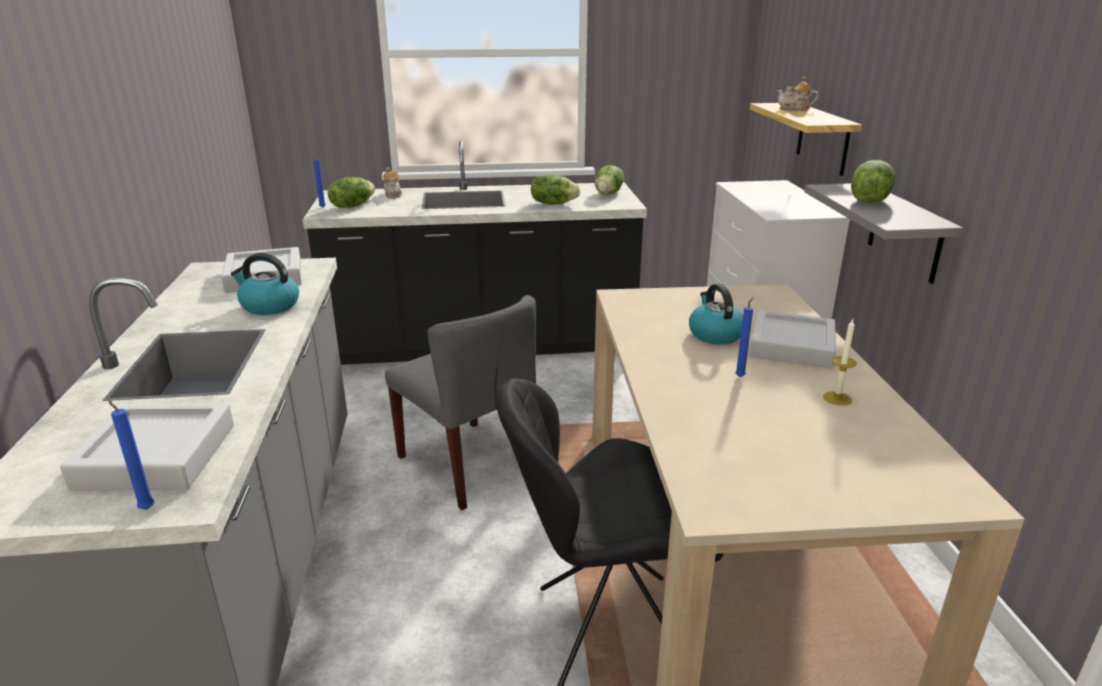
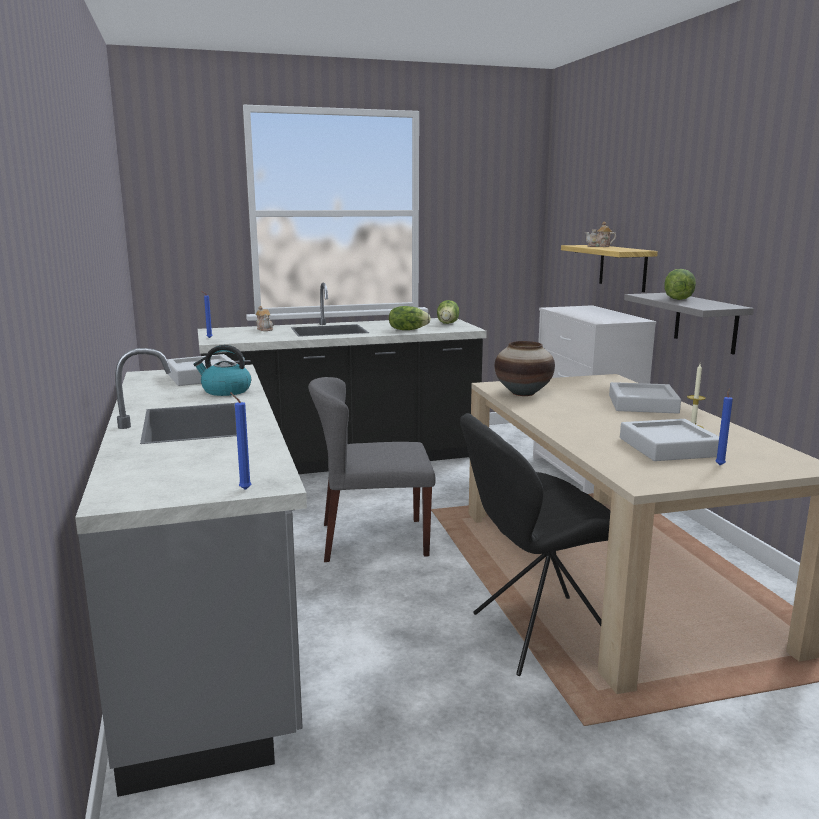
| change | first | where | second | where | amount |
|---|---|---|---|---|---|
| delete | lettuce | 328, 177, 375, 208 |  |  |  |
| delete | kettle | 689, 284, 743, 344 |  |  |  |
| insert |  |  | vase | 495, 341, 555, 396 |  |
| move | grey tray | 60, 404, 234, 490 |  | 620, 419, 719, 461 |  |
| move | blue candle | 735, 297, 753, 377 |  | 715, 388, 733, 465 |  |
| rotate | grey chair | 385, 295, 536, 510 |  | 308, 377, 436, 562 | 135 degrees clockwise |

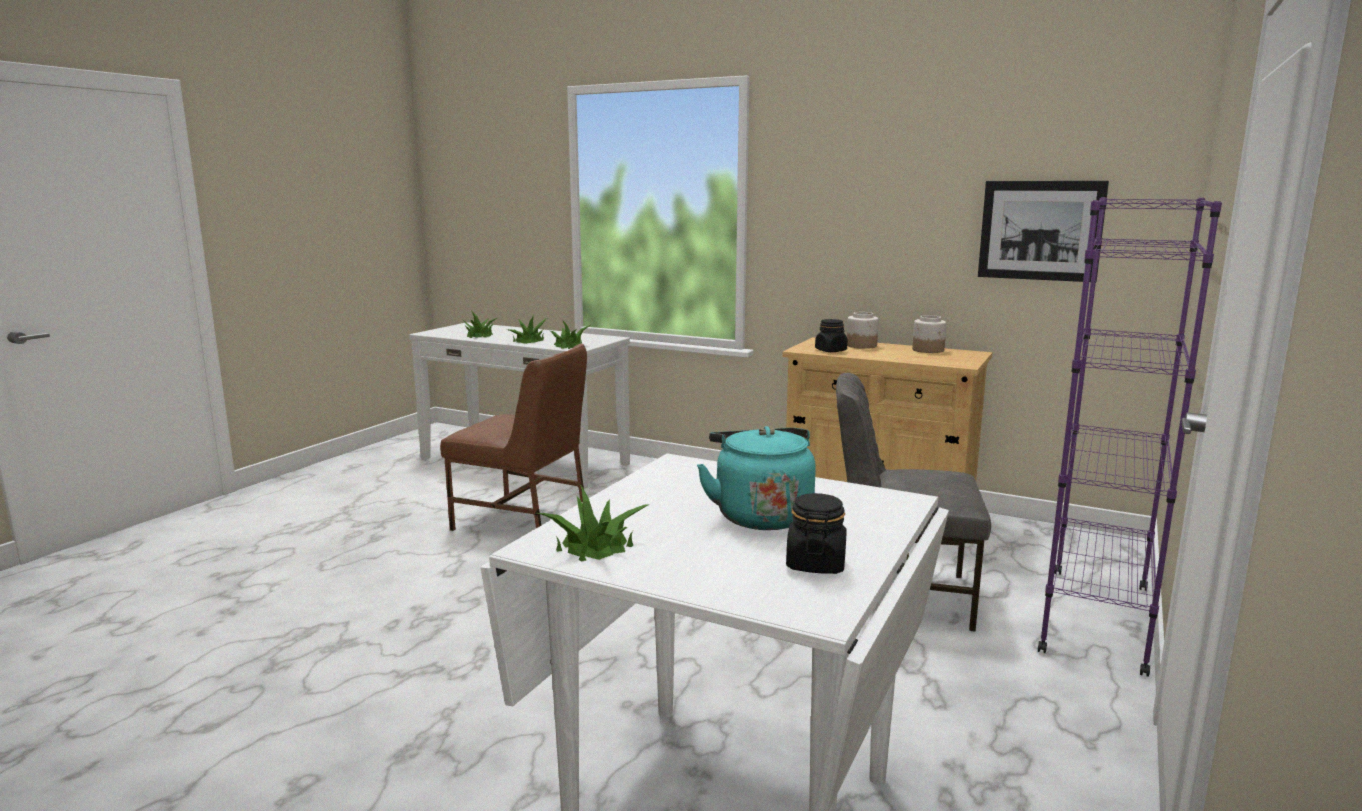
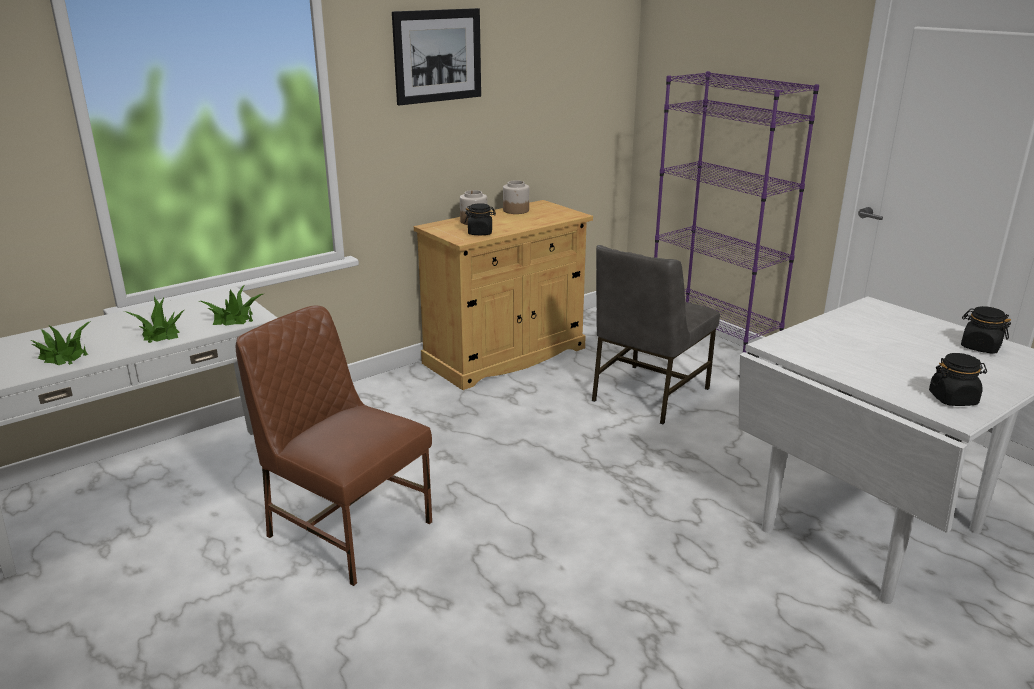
| change | first | where | second | where | amount |
|---|---|---|---|---|---|
| delete | turquoise kettle | 697, 426, 816, 530 |  |  |  |
| move | picture | 978, 181, 1109, 282 |  | 392, 8, 481, 105 |  |
| replace | potted plant | 537, 483, 650, 562 | black jar | 929, 353, 987, 406 |  |
| rotate | brown chair | 440, 344, 587, 531 |  | 236, 306, 432, 586 | 105 degrees counterclockwise |

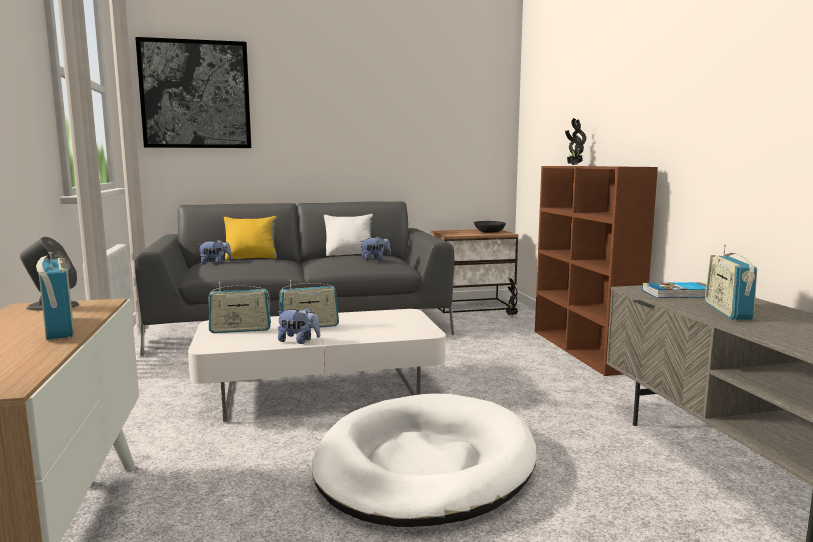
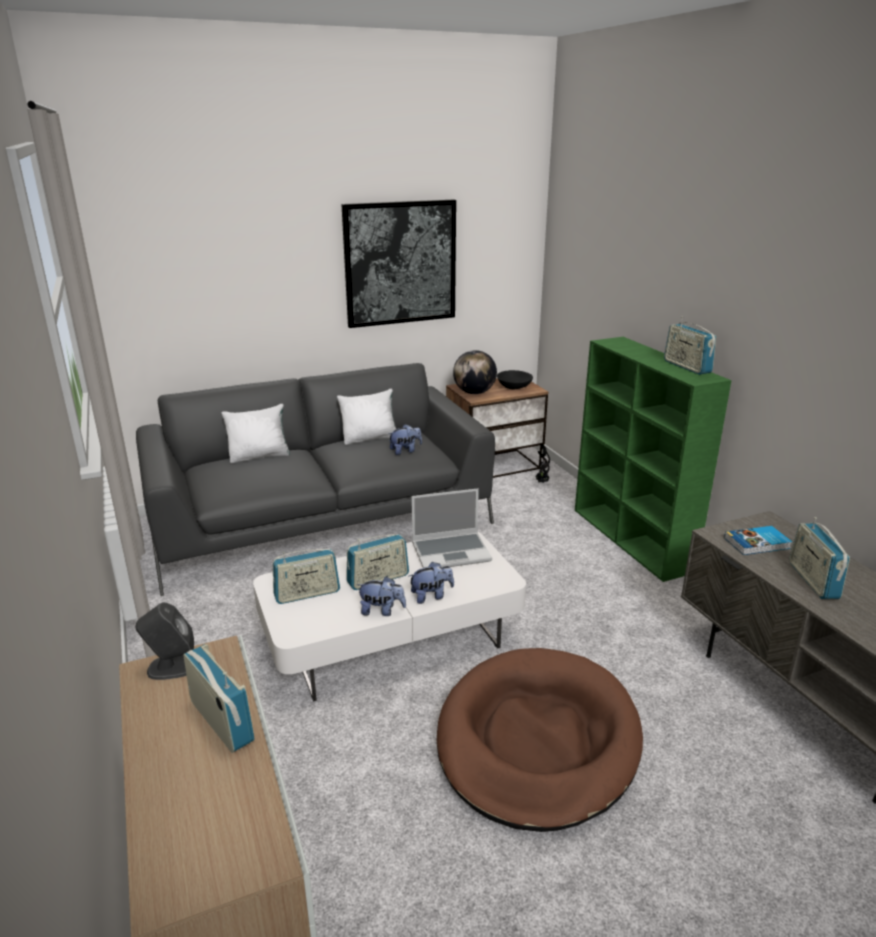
| change | first | where | second | where | amount |
|---|---|---|---|---|---|
| delete | potted plant | 565, 118, 586, 165 |  |  |  |
| insert |  |  | laptop | 412, 488, 492, 568 |  |
| insert |  |  | globe | 453, 350, 497, 394 |  |
| insert |  |  | radio | 664, 316, 716, 375 |  |
| move | picture | 135, 37, 251, 148 |  | 341, 200, 456, 328 |  |
| move | plush toy | 197, 240, 232, 265 |  | 409, 561, 454, 604 |  |
| recolor | yellow pillow | 224, 216, 277, 260 | white pillow | 221, 404, 290, 464 |  |
| recolor | white dog bed | 312, 393, 537, 527 | brown dog bed | 437, 648, 643, 832 |  |
| recolor | brown bookcase | 535, 166, 658, 376 | green bookcase | 575, 337, 732, 582 |  |

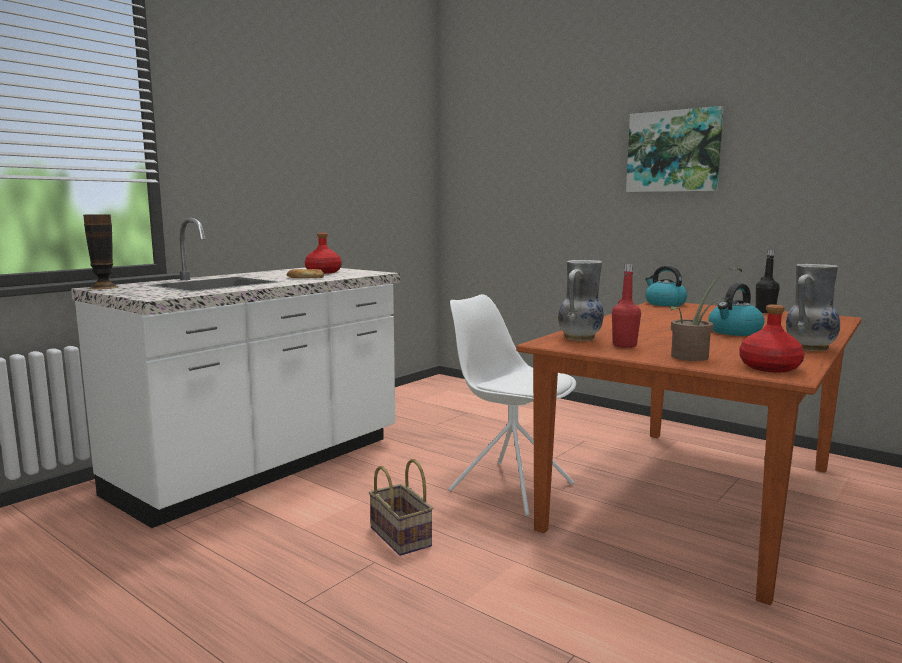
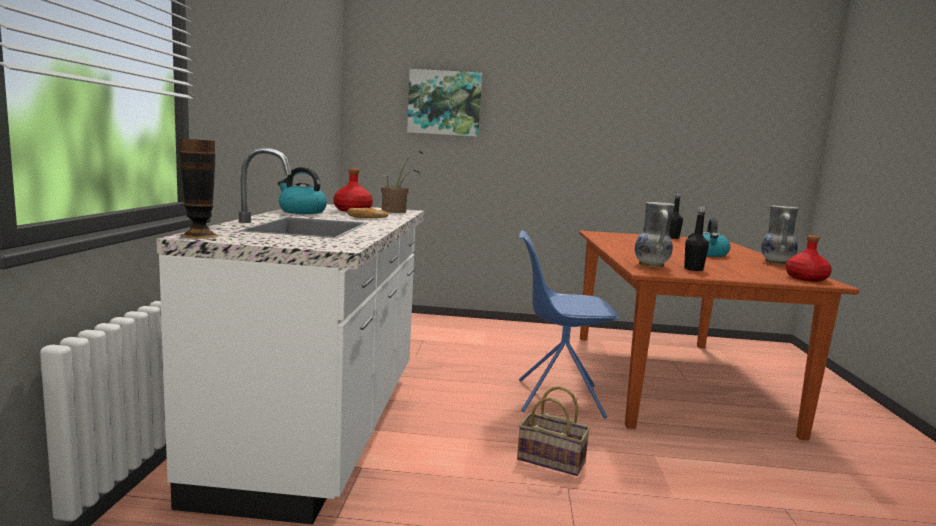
| change | first | where | second | where | amount |
|---|---|---|---|---|---|
| move | picture | 626, 106, 724, 192 |  | 407, 69, 482, 137 |  |
| move | kettle | 645, 266, 687, 306 |  | 278, 167, 327, 214 |  |
| move | potted plant | 671, 268, 742, 361 |  | 381, 151, 422, 213 |  |
| recolor | white chair | 449, 294, 576, 516 | blue chair | 519, 231, 620, 419 |  |
| recolor | red bottle | 612, 264, 641, 348 | black bottle | 684, 206, 709, 271 |  |

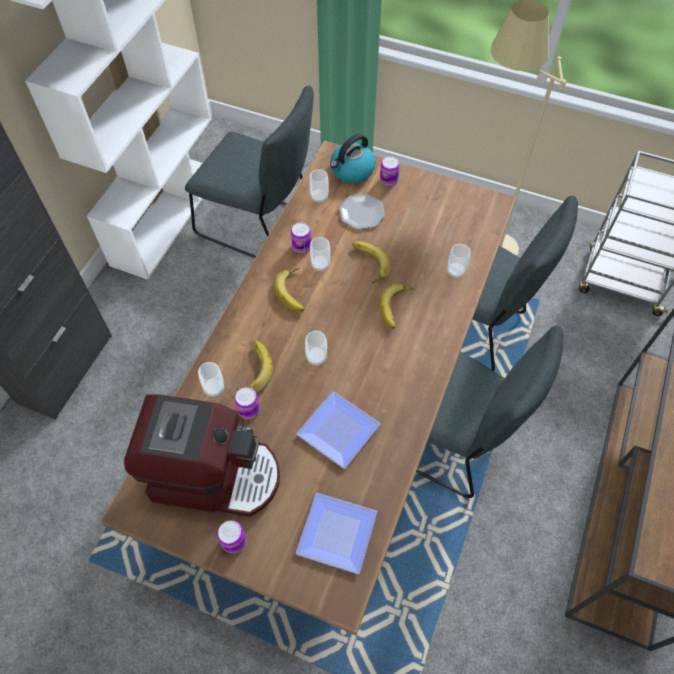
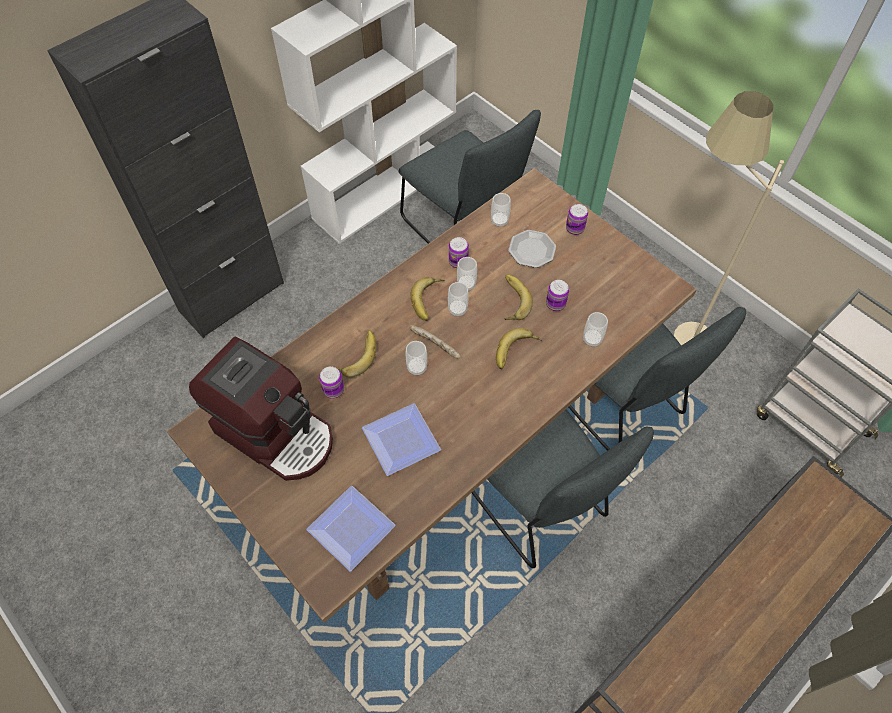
| change | first | where | second | where | amount |
|---|---|---|---|---|---|
| delete | kettle | 330, 133, 376, 183 |  |  |  |
| insert |  |  | bread | 410, 325, 461, 359 |  |
| move | cup | 198, 362, 224, 397 |  | 448, 282, 469, 316 |  |
| move | can | 217, 520, 246, 554 |  | 546, 280, 569, 311 |  |

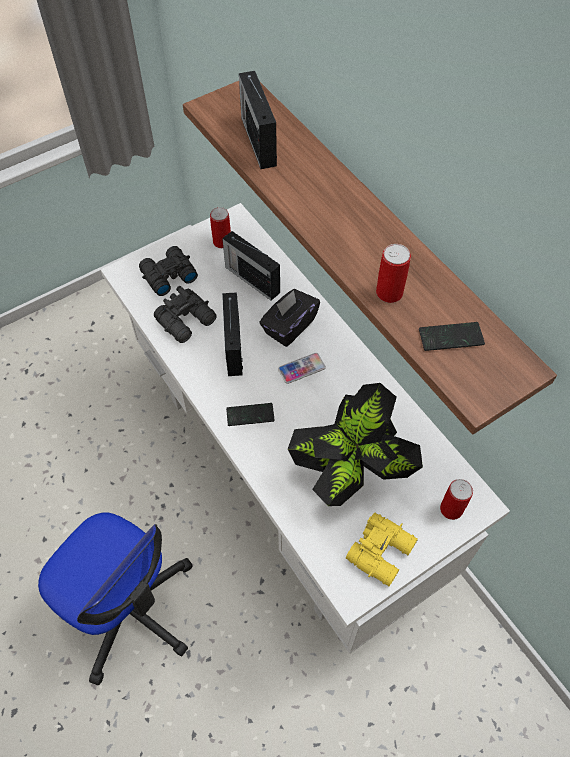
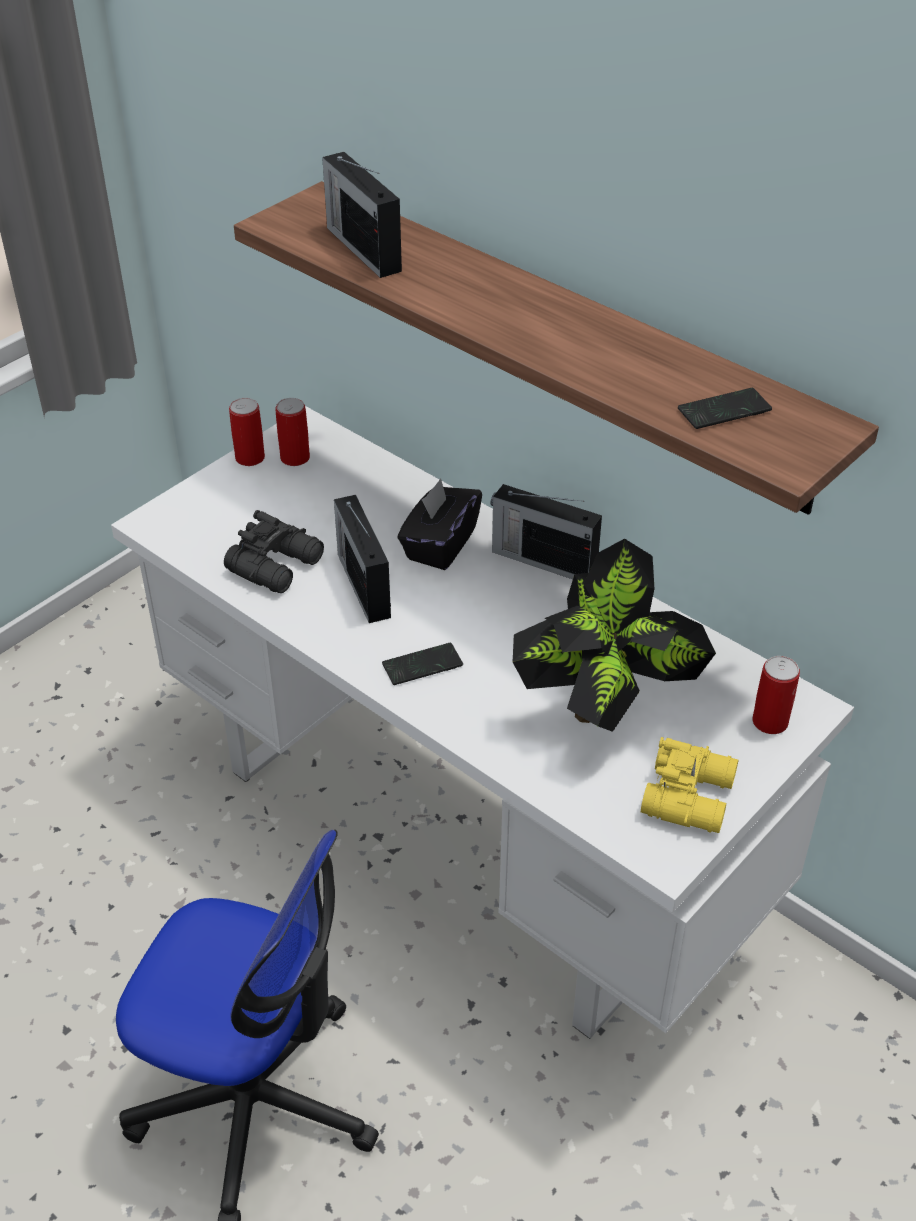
| change | first | where | second | where | amount |
|---|---|---|---|---|---|
| delete | black binoculars | 139, 246, 198, 296 |  |  |  |
| delete | phone | 278, 353, 326, 384 |  |  |  |
| move | radio | 222, 231, 280, 301 |  | 491, 484, 602, 579 |  |
| move | can | 376, 244, 411, 303 |  | 229, 398, 265, 466 |  |

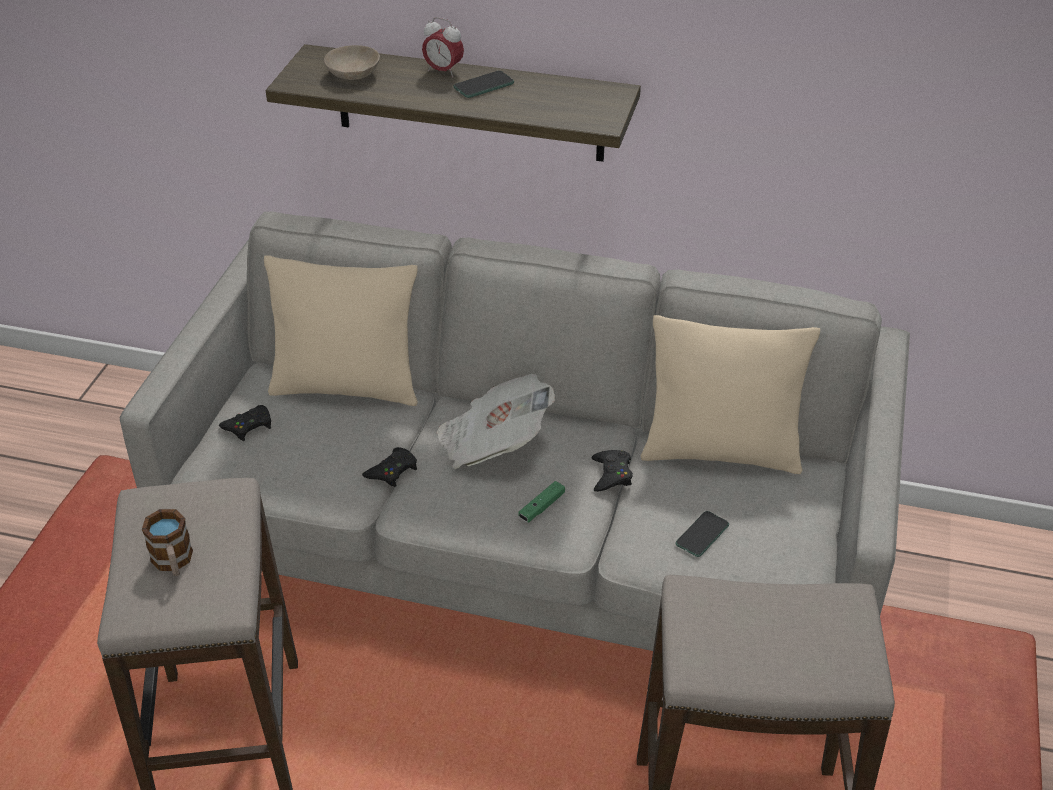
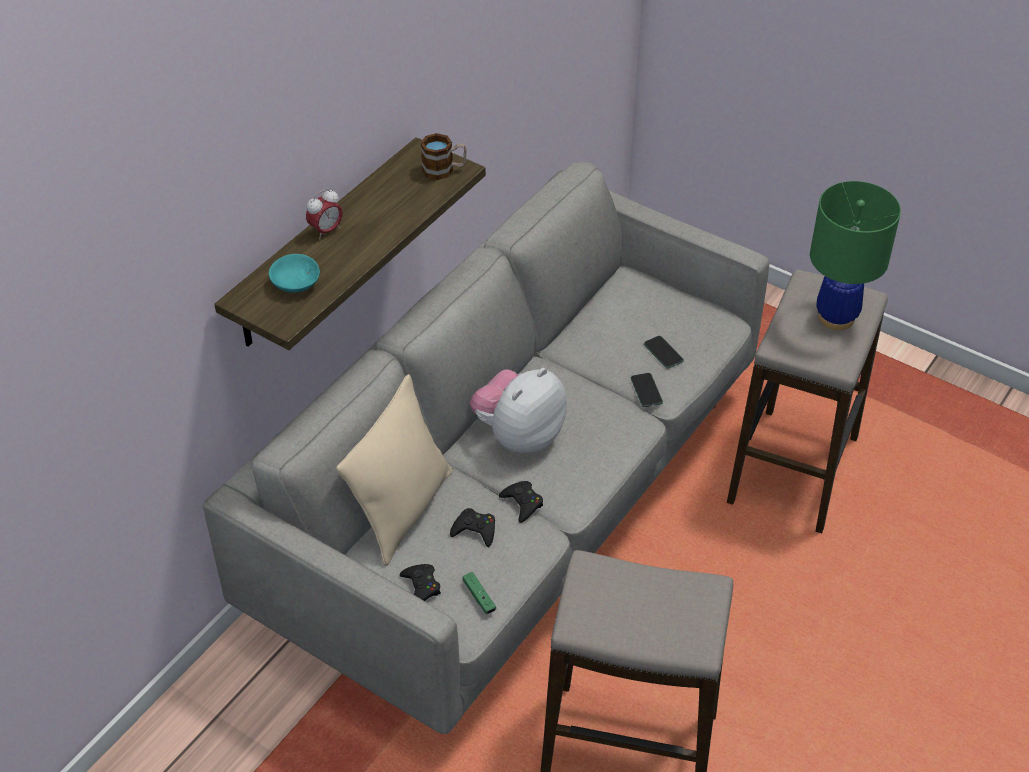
| change | first | where | second | where | amount |
|---|---|---|---|---|---|
| delete | beige pillow | 640, 315, 820, 474 |  |  |  |
| insert |  |  | green table lamp | 810, 181, 901, 330 |  |
| move | mug | 142, 509, 193, 576 |  | 421, 133, 467, 180 |  |
| move | phone | 453, 71, 514, 98 |  | 631, 373, 663, 407 |  |
| move | green game controller | 518, 481, 565, 522 |  | 463, 572, 496, 614 |  |
| move | black game controller | 592, 450, 633, 492 |  | 450, 508, 495, 547 |  |
| replace | newspaper | 437, 374, 555, 469 | plush toy | 470, 368, 567, 453 |  |
| recolor | beige bowl | 324, 45, 380, 80 | turquoise bowl | 269, 254, 320, 293 |  |

